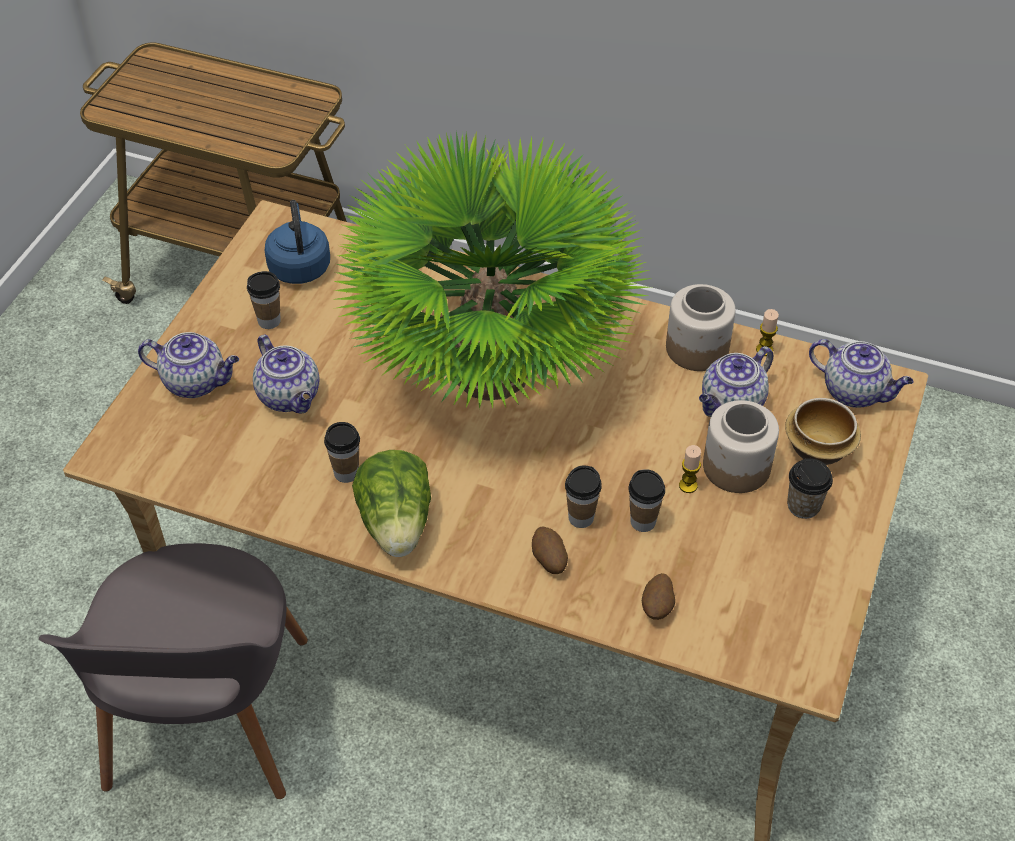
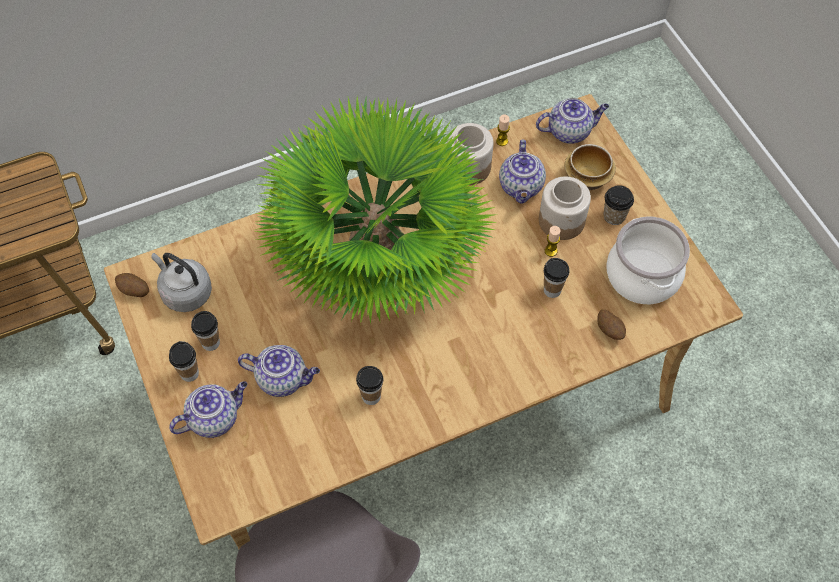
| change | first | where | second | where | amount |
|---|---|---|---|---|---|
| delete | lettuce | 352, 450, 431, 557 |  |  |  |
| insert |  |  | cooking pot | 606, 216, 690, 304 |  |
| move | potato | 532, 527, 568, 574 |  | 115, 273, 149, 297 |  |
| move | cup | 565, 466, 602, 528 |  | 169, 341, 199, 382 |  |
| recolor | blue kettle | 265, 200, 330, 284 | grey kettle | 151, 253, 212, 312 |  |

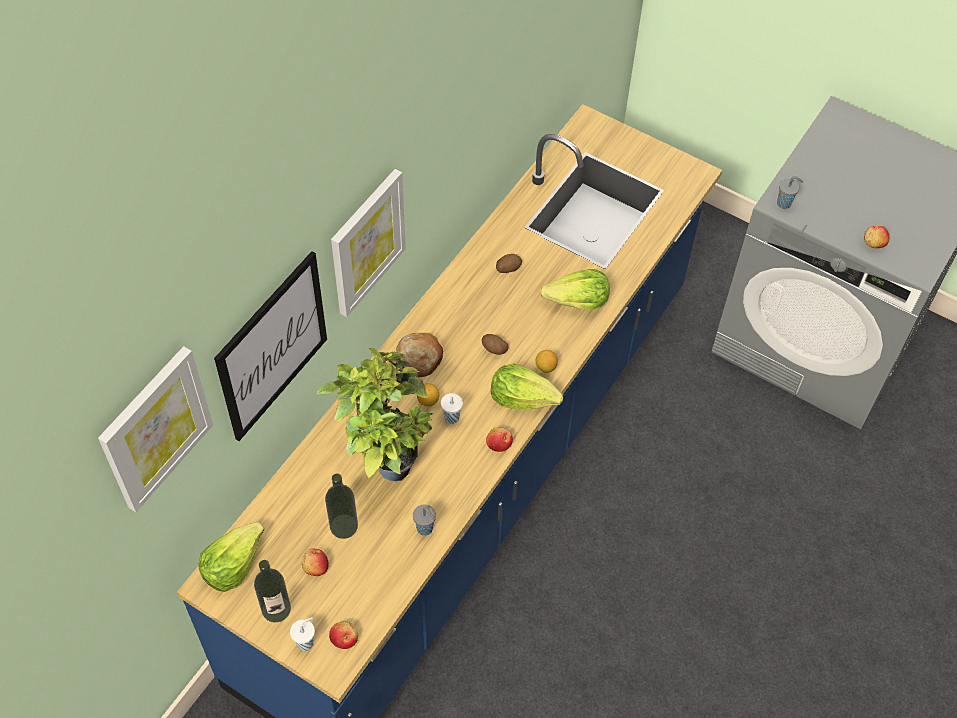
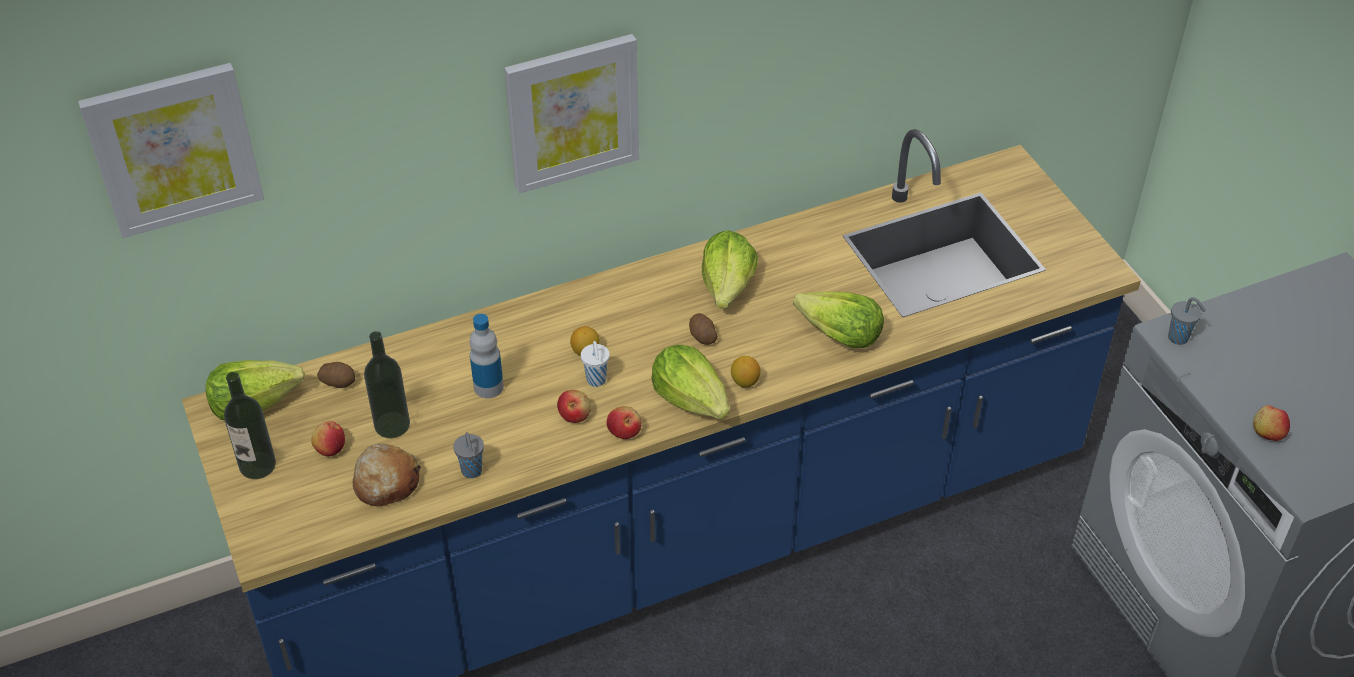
| change | first | where | second | where | amount |
|---|---|---|---|---|---|
| delete | picture | 214, 251, 327, 441 |  |  |  |
| delete | white cup | 290, 617, 315, 651 |  |  |  |
| insert |  |  | lettuce | 702, 230, 758, 309 |  |
| move | apple | 329, 621, 358, 649 |  | 557, 390, 591, 423 |  |
| move | bread | 396, 333, 443, 377 |  | 353, 444, 421, 507 |  |
| move | potato | 496, 254, 522, 273 |  | 317, 362, 355, 388 |  |
| replace | potted plant | 317, 348, 433, 481 | bottle | 469, 314, 504, 398 |  |

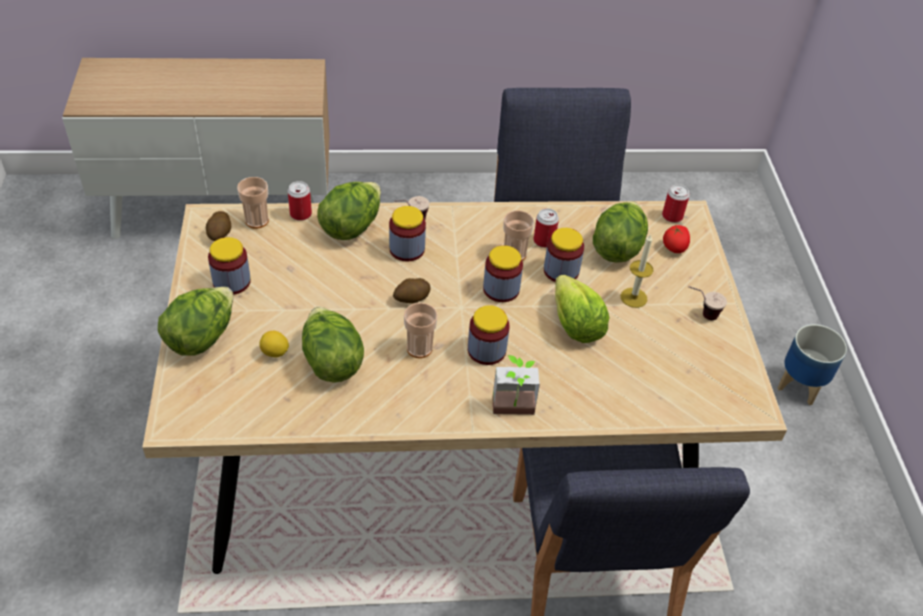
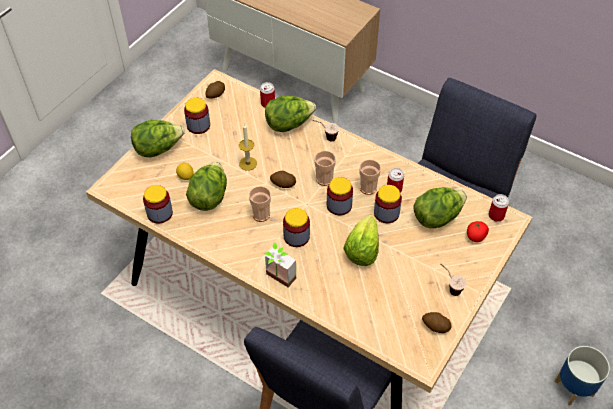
| change | first | where | second | where | amount |
|---|---|---|---|---|---|
| insert |  |  | potato | 422, 312, 452, 333 |  |
| move | cup | 237, 177, 269, 229 |  | 314, 151, 336, 186 |  |
| move | jar | 389, 206, 426, 261 |  | 143, 185, 173, 223 |  |
| move | candle | 621, 234, 653, 308 |  | 239, 123, 257, 171 |  |

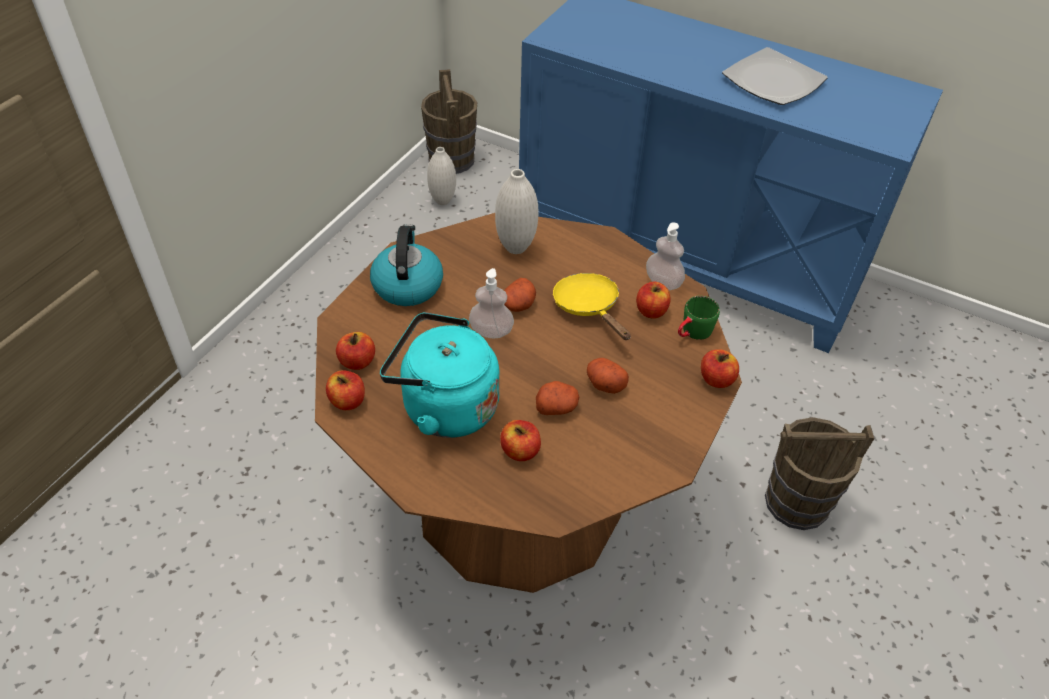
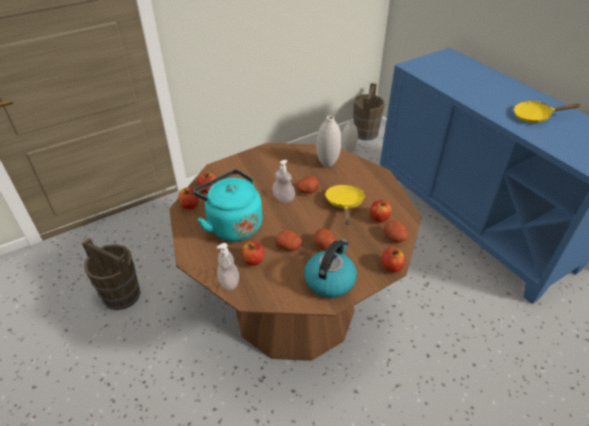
| change | first | where | second | where | amount |
|---|---|---|---|---|---|
| move | kettle | 370, 225, 443, 306 |  | 304, 239, 357, 298 |  |
| move | soap dispenser | 646, 222, 685, 290 |  | 217, 243, 239, 290 |  |
| move | brown bucket | 765, 417, 875, 530 |  | 82, 238, 141, 310 |  |
| replace | green mug | 678, 296, 720, 340 | potato | 384, 220, 408, 243 |  |
| replace | plate | 722, 47, 828, 105 | yellow frying pan | 514, 101, 580, 123 |  |

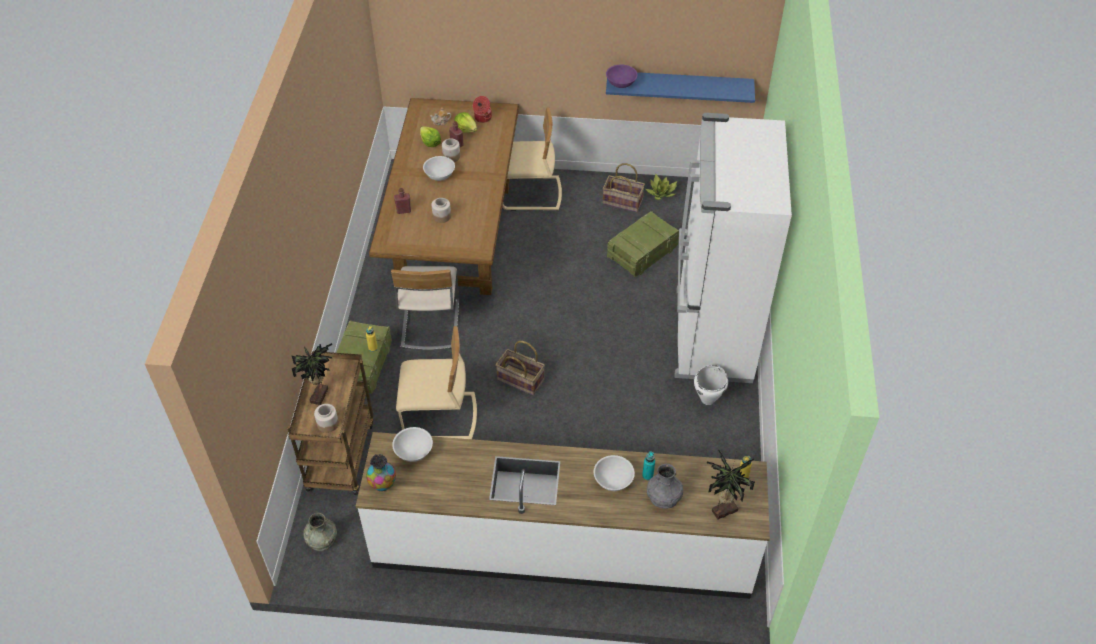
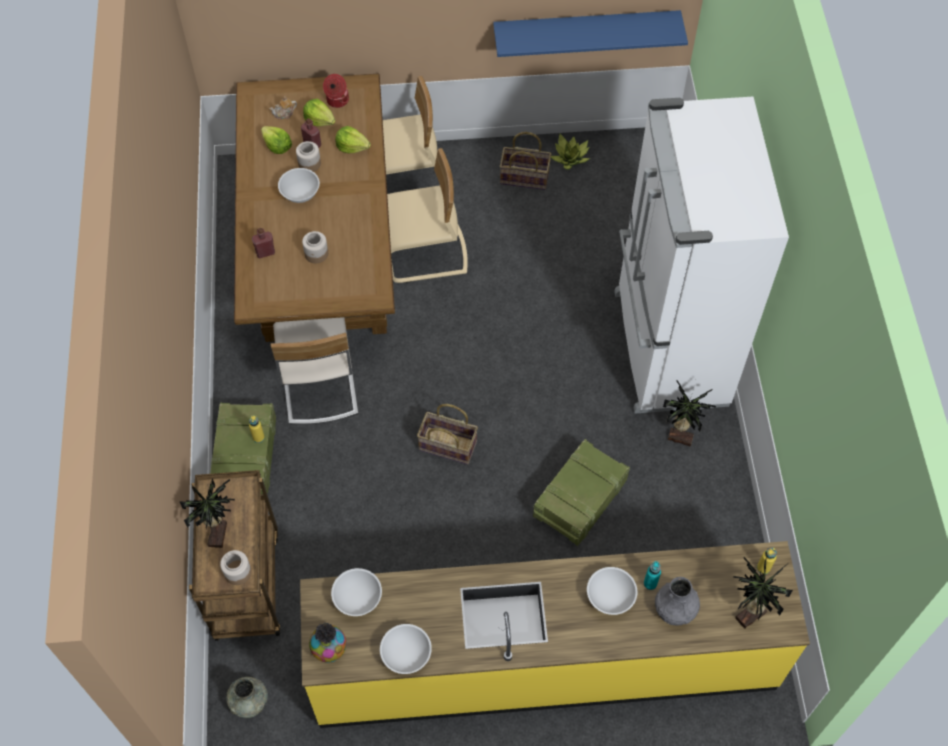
| change | first | where | second | where | amount |
|---|---|---|---|---|---|
| delete | purple bowl | 606, 64, 638, 88 |  |  |  |
| insert |  |  | lettuce | 335, 126, 371, 153 |  |
| insert |  |  | white bowl | 380, 624, 432, 674 |  |
| move | beige chair | 396, 326, 477, 439 |  | 387, 148, 468, 283 |  |
| move | crate | 607, 211, 679, 277 |  | 533, 439, 630, 546 |  |
| replace | white cooking pot | 694, 365, 728, 405 | potted plant | 663, 380, 716, 447 |  |
| recolor | white counter | 356, 432, 770, 599 | yellow counter | 300, 541, 810, 728 |  |

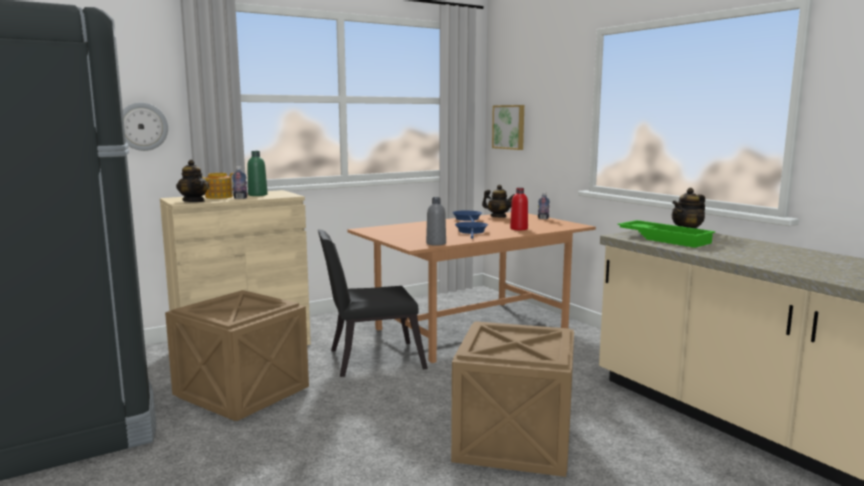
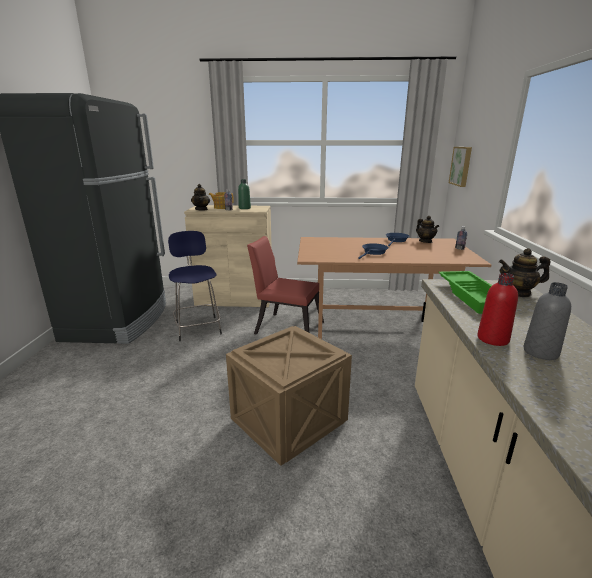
| change | first | where | second | where | amount |
|---|---|---|---|---|---|
| delete | wall clock | 123, 103, 168, 151 |  |  |  |
| move | grey bottle | 426, 197, 446, 246 |  | 524, 282, 571, 360 |  |
| move | red bottle | 510, 188, 528, 230 |  | 477, 273, 518, 346 |  |
| replace | crate | 165, 290, 309, 421 | blue stool | 168, 231, 222, 341 |  |
| recolor | black chair | 318, 229, 428, 377 | red chair | 247, 236, 324, 335 |  |

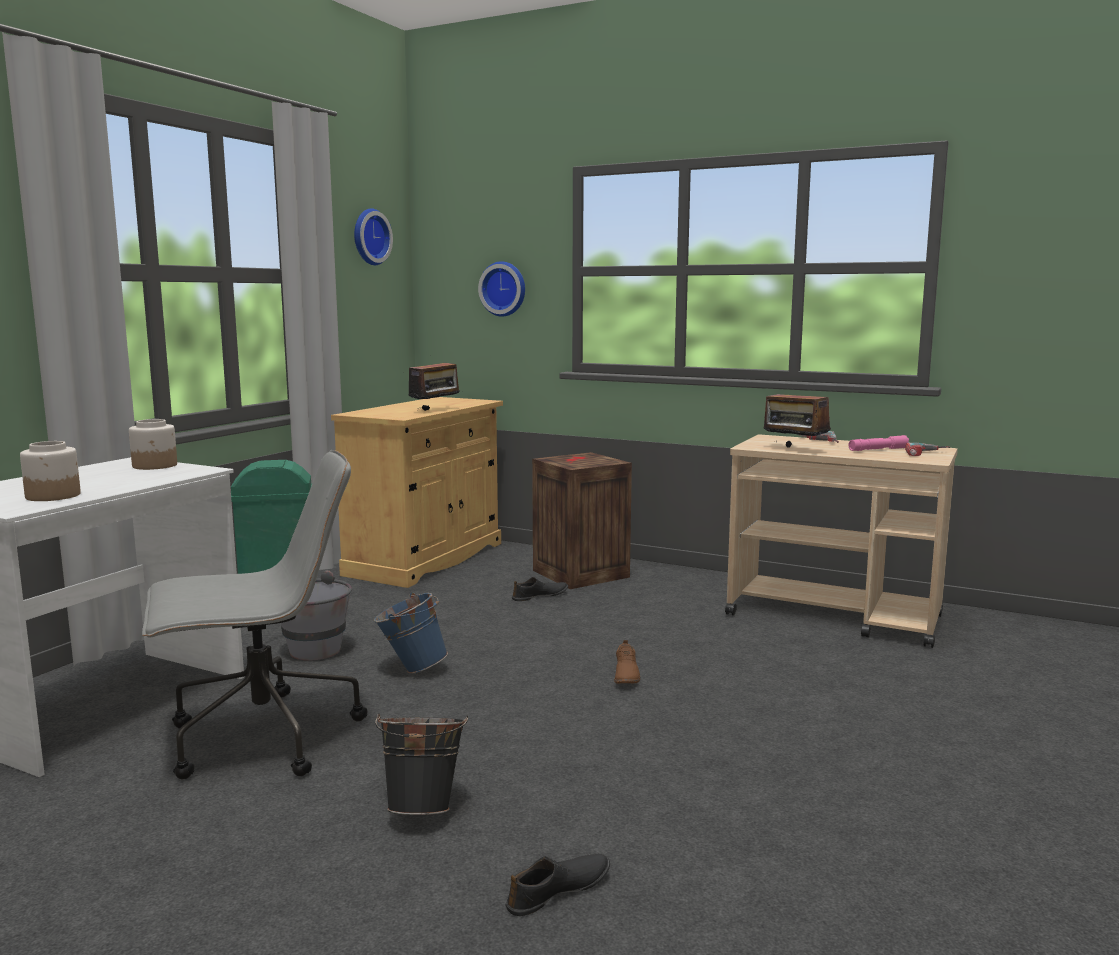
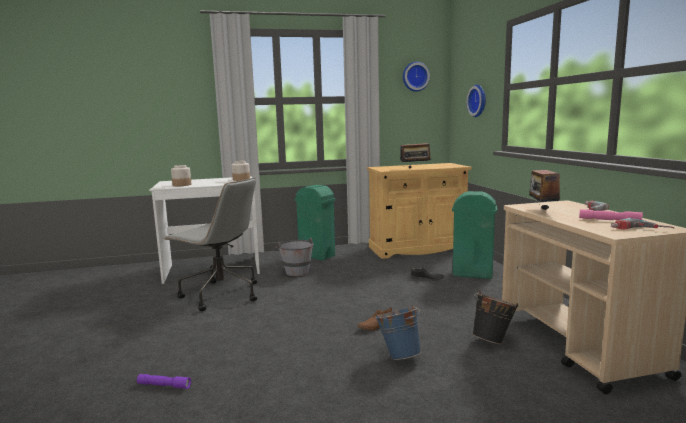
| change | first | where | second | where | amount |
|---|---|---|---|---|---|
| move | blue bucket | 374, 593, 448, 674 |  | 375, 305, 421, 360 |  |
| move | black bucket | 375, 714, 468, 815 |  | 472, 291, 519, 344 |  |
| replace | black shoe | 505, 854, 610, 916 | purple flashlight | 137, 374, 191, 389 |  |
| replace | crate | 532, 452, 632, 589 | green trash can | 452, 191, 497, 279 |  |

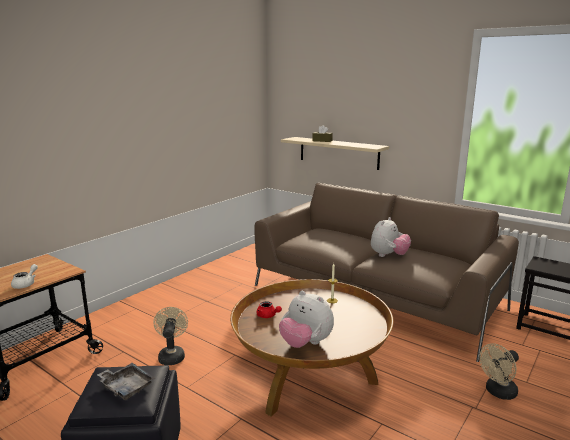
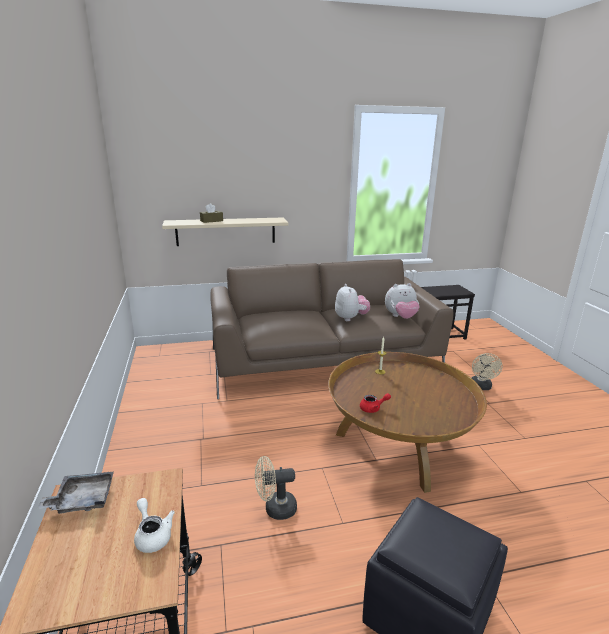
| change | first | where | second | where | amount |
|---|---|---|---|---|---|
| move | grey tray | 97, 363, 155, 400 |  | 37, 472, 114, 514 |  |
| move | plush toy | 279, 291, 334, 348 |  | 385, 283, 420, 319 |  |
| rotate | beige fan | 154, 307, 188, 365 |  | 255, 456, 297, 520 | 45 degrees counterclockwise |

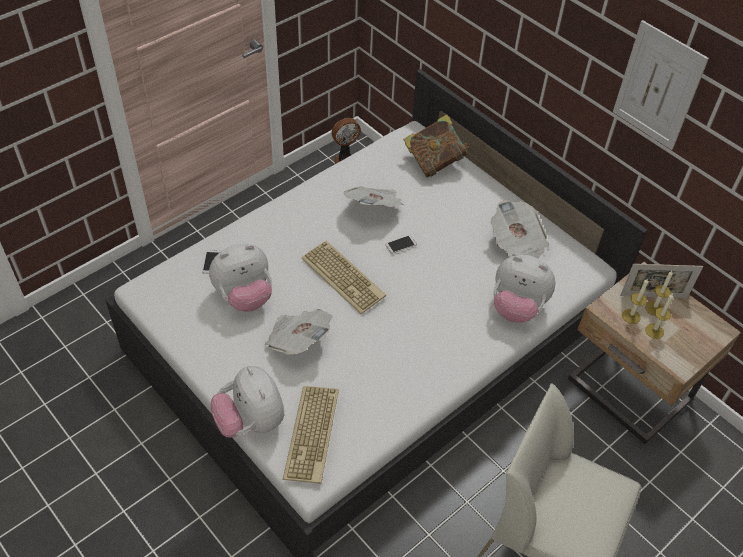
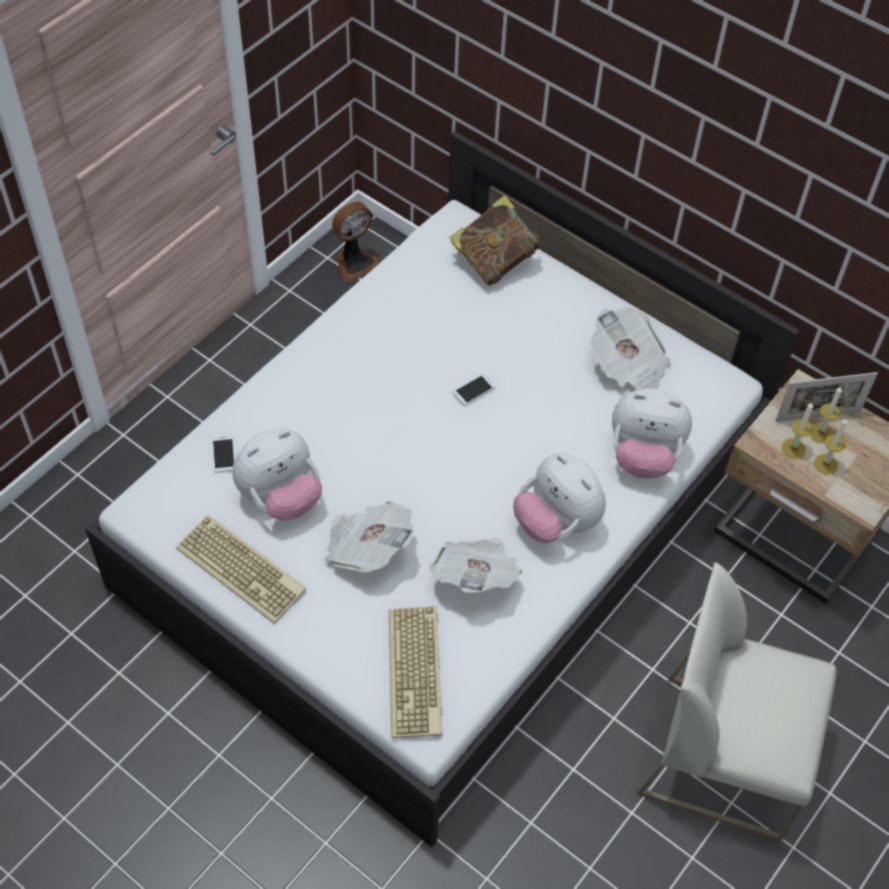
| change | first | where | second | where | amount |
|---|---|---|---|---|---|
| delete | picture | 613, 20, 709, 150 |  |  |  |
| move | plush toy | 211, 366, 284, 437 |  | 513, 453, 606, 543 |  |
| move | keyboard | 301, 240, 386, 314 |  | 176, 515, 306, 624 |  |
| move | newspaper | 344, 186, 403, 207 |  | 430, 538, 522, 593 |  |

